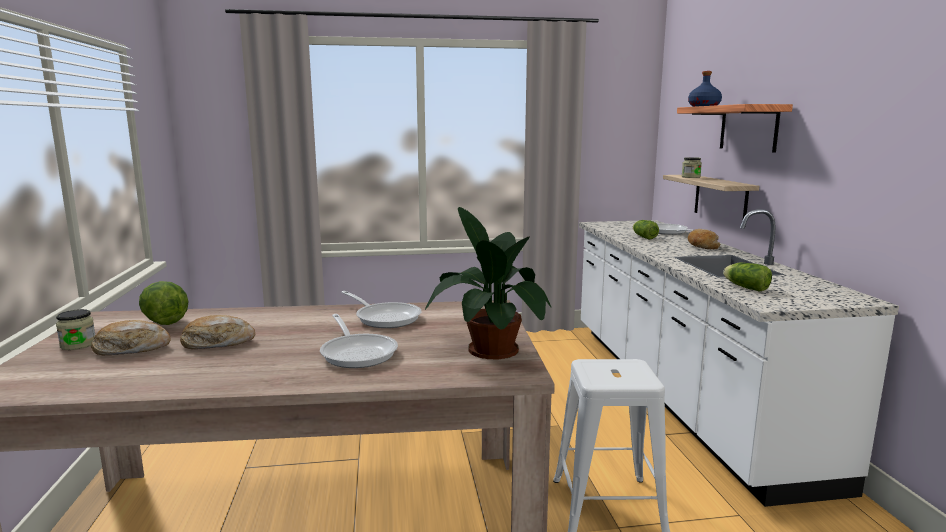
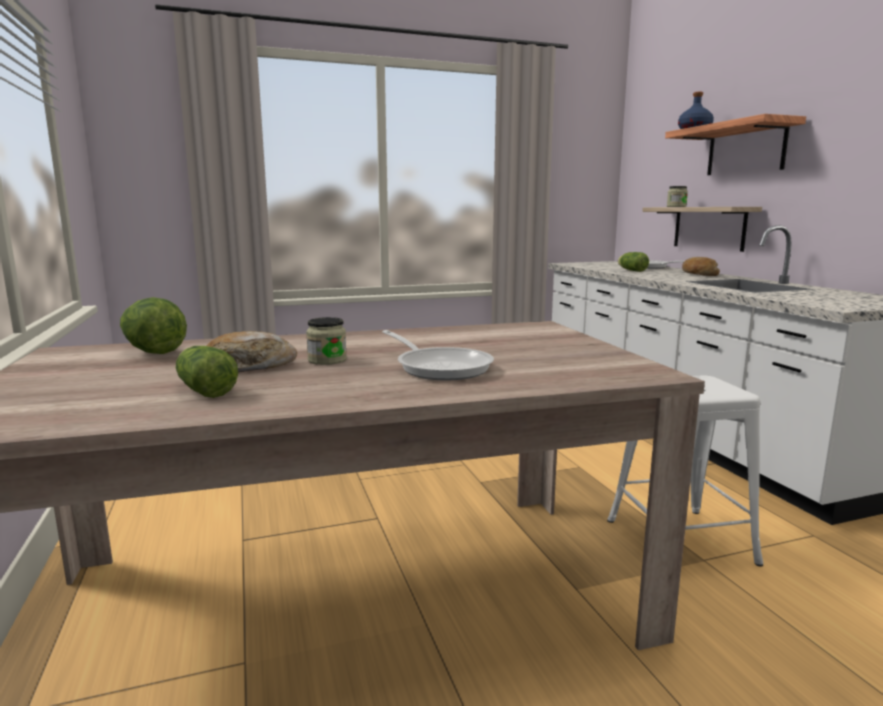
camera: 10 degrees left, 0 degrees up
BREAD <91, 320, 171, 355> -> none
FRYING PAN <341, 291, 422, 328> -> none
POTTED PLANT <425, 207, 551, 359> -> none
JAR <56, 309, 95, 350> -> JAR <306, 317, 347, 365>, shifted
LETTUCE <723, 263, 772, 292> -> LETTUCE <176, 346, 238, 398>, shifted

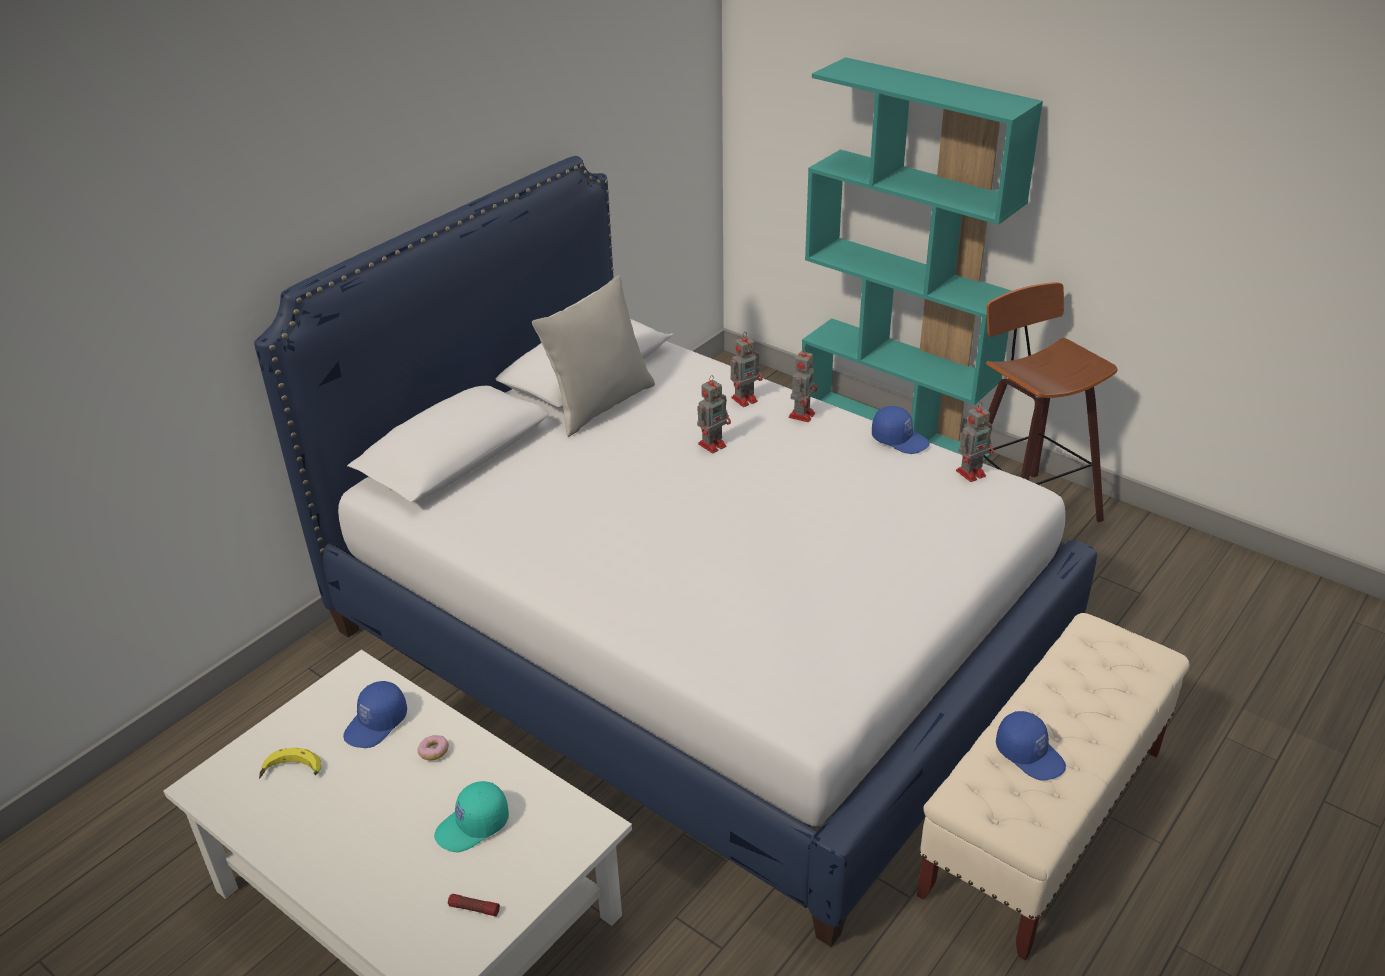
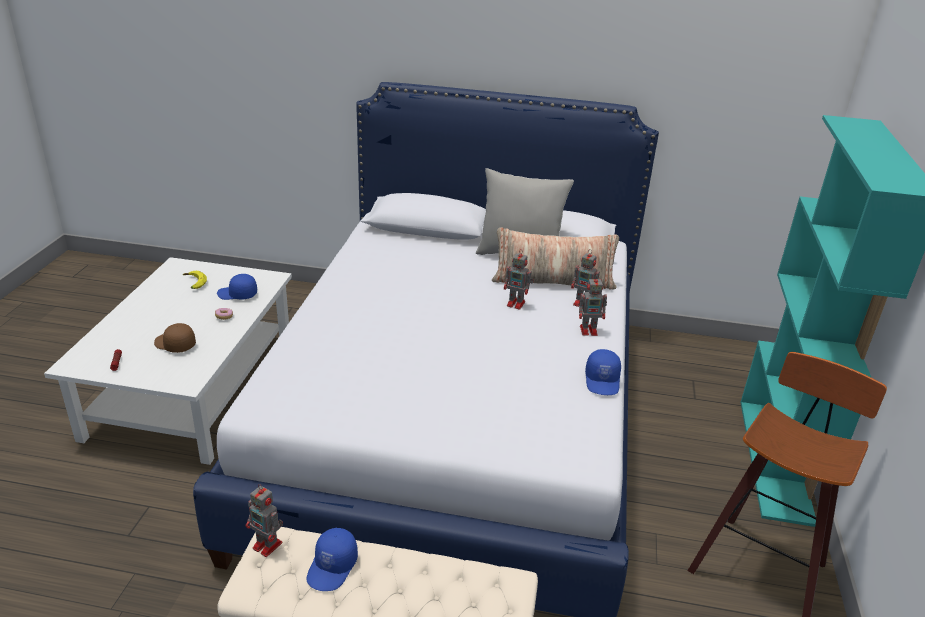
camera: 60 degrees right, 5 degrees down
none -> PILLOW <492, 227, 619, 290>
TOY ROBOT <956, 402, 994, 482> -> TOY ROBOT <246, 484, 283, 557>, shifted
TURQUOISE CAP <434, 781, 509, 852> -> BROWN CAP <154, 323, 196, 353>

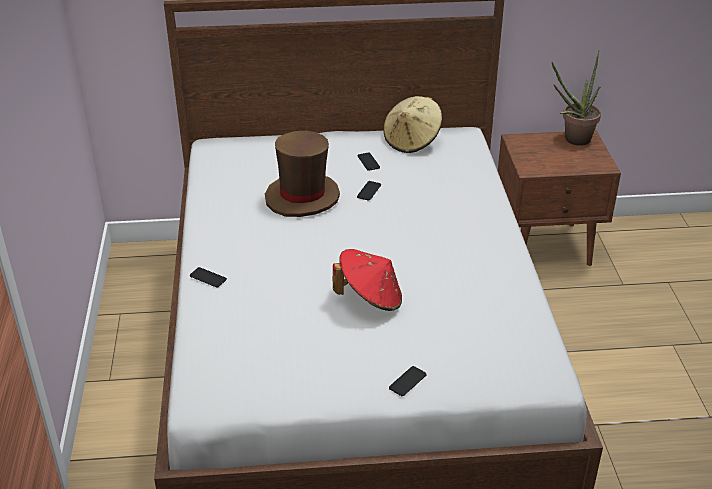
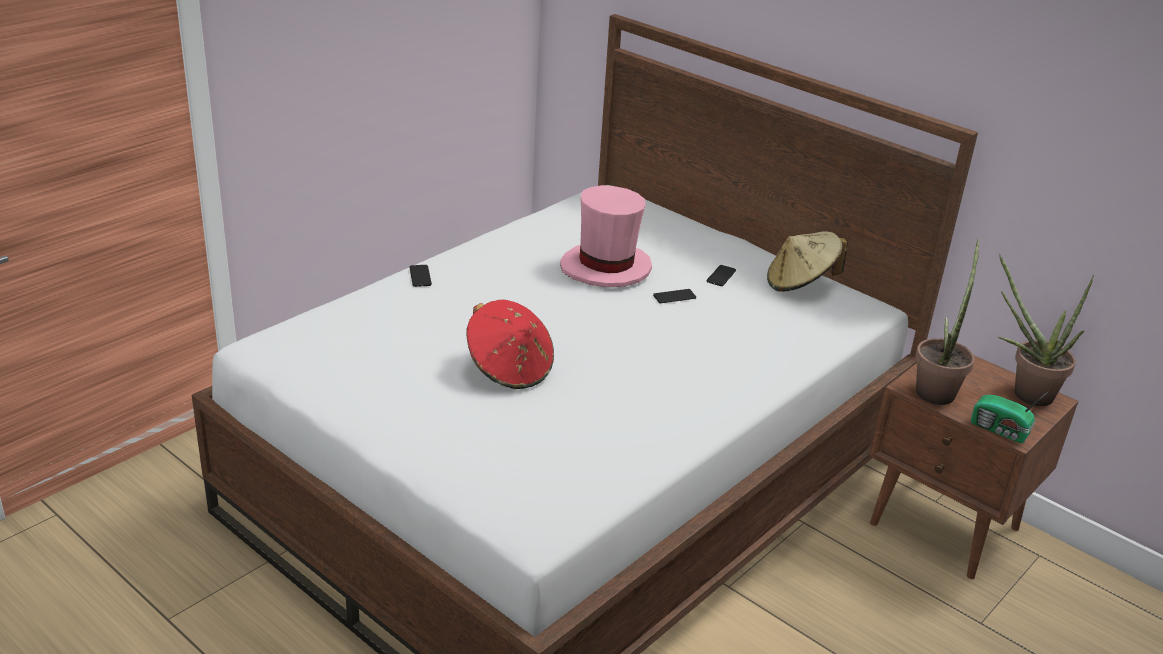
camera: 45 degrees right, 5 degrees down
PHONE <389, 366, 427, 396> -> none
none -> POTTED PLANT <915, 239, 979, 405>
none -> RADIO <971, 391, 1049, 443>
BROWN HAT <265, 131, 340, 217> -> PINK HAT <560, 185, 652, 287>

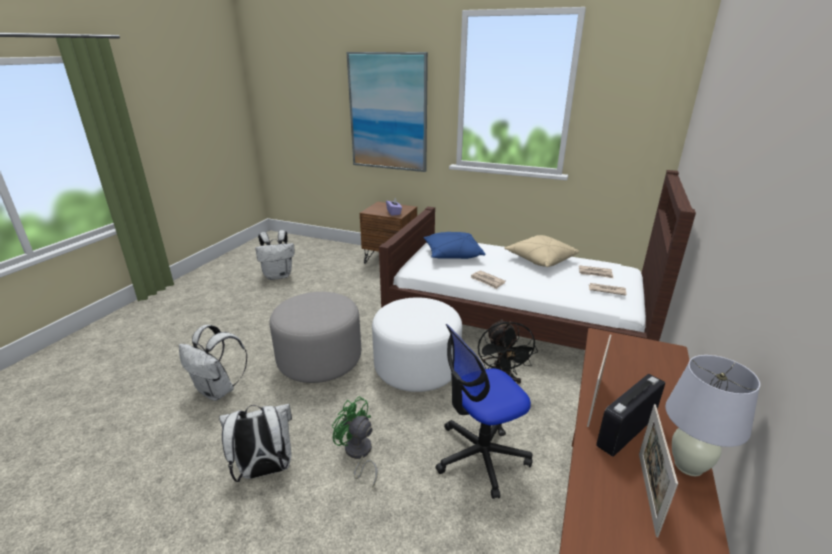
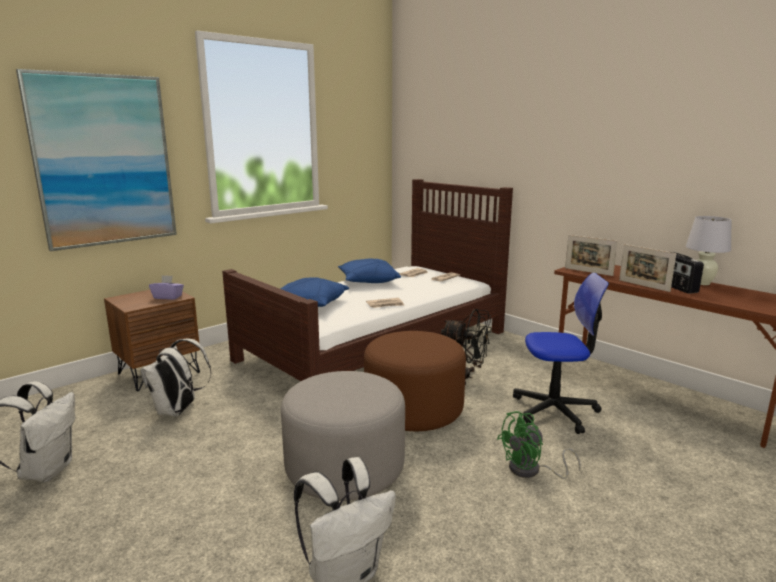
camera: 65 degrees left, 10 degrees down
WHITE BACKPACK <219, 404, 292, 482> -> WHITE BACKPACK <141, 338, 211, 416>, shifted
PICTURE FRAME <639, 404, 678, 537> -> PICTURE FRAME <565, 235, 618, 276>, shifted
WHITE OTTOMAN <372, 298, 462, 392> -> BROWN OTTOMAN <364, 331, 466, 431>
BEIGE PILLOW <504, 235, 579, 267> -> BLUE PILLOW <338, 259, 401, 283>
OFFICE CHAIR <435, 324, 533, 499> -> OFFICE CHAIR <513, 273, 609, 434>, 90 degrees counterclockwise

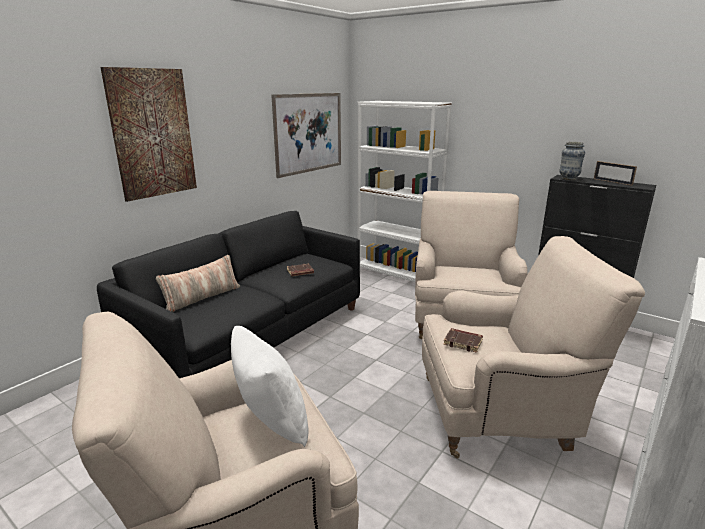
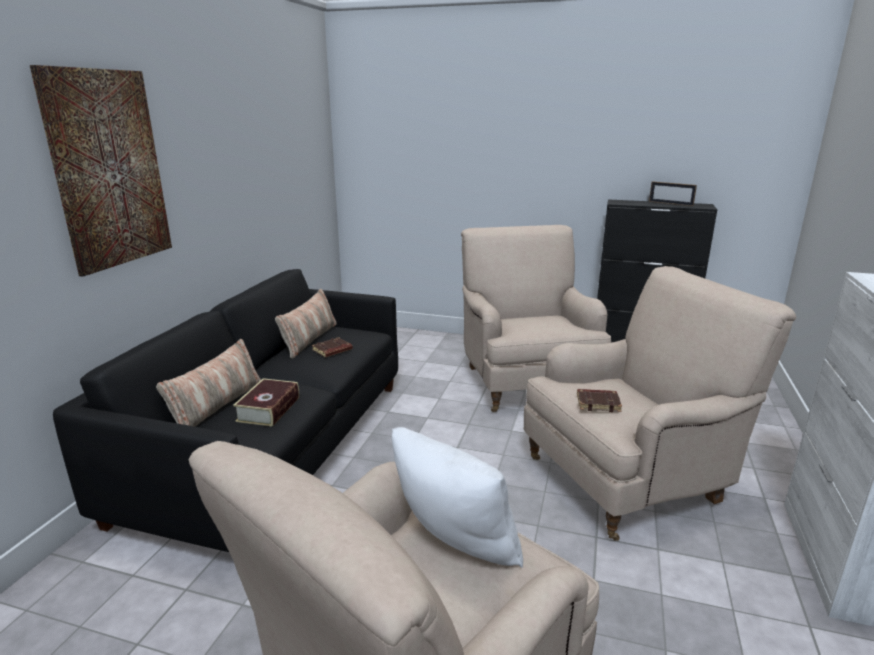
camera: 20 degrees left, 0 degrees up
PICTURE <271, 93, 341, 178> -> none
WHITE BOOKCASE <357, 101, 452, 282> -> none
VASE <559, 142, 585, 180> -> none
none -> BOOK <233, 378, 299, 427>
none -> PILLOW <275, 289, 337, 359>

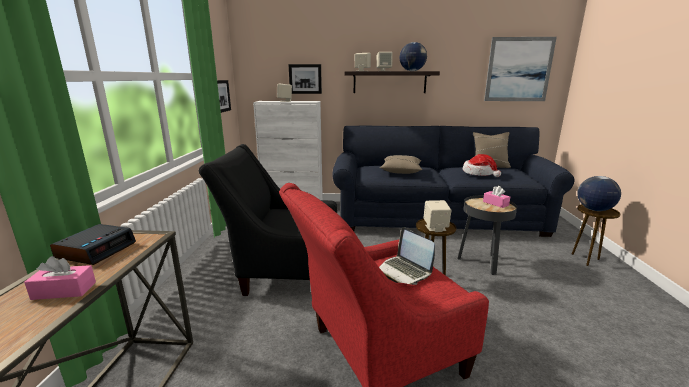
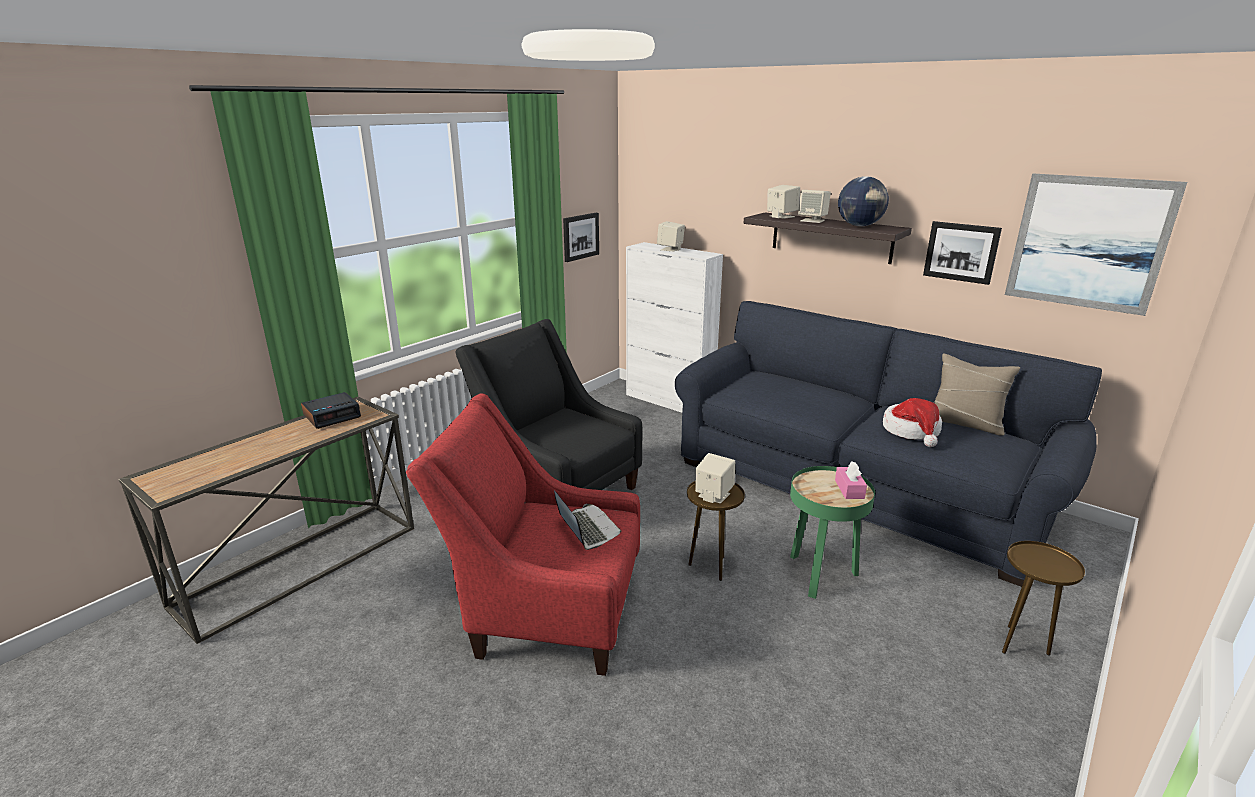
camera: 35 degrees right, 5 degrees up
PINK TISSUE BOX <24, 256, 96, 300> -> none
BEIGE PILLOW <380, 155, 422, 174> -> none
GLOBE <577, 176, 621, 211> -> none
PICTURE <289, 64, 322, 94> -> PICTURE <923, 221, 1002, 285>, shifted
BLACK SIDE TABLE <457, 195, 517, 275> -> GREEN SIDE TABLE <790, 466, 875, 599>
LAPTOP <379, 227, 435, 285> -> LAPTOP <554, 490, 621, 550>, 150 degrees clockwise

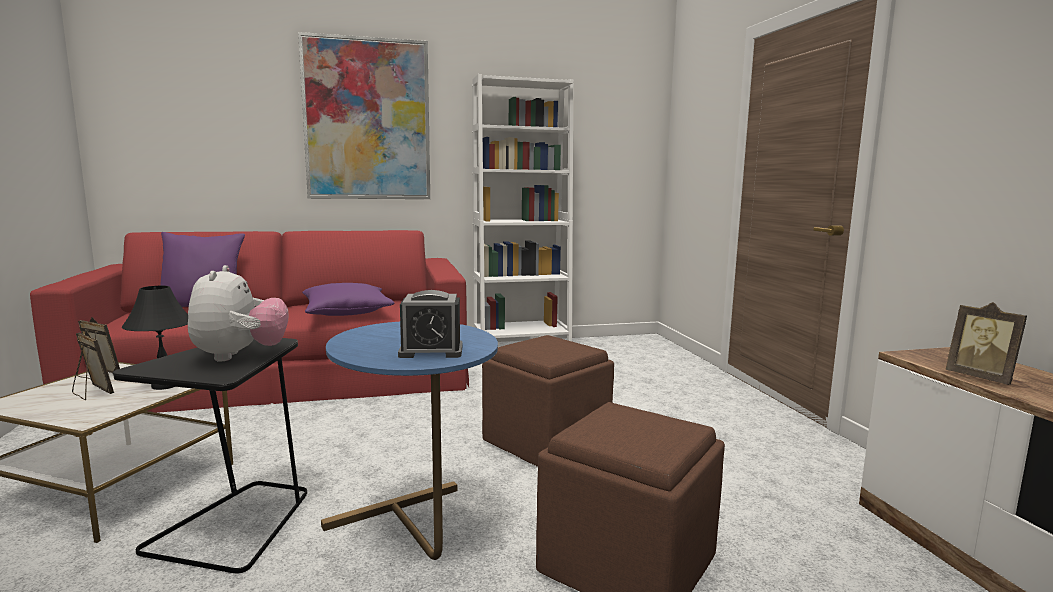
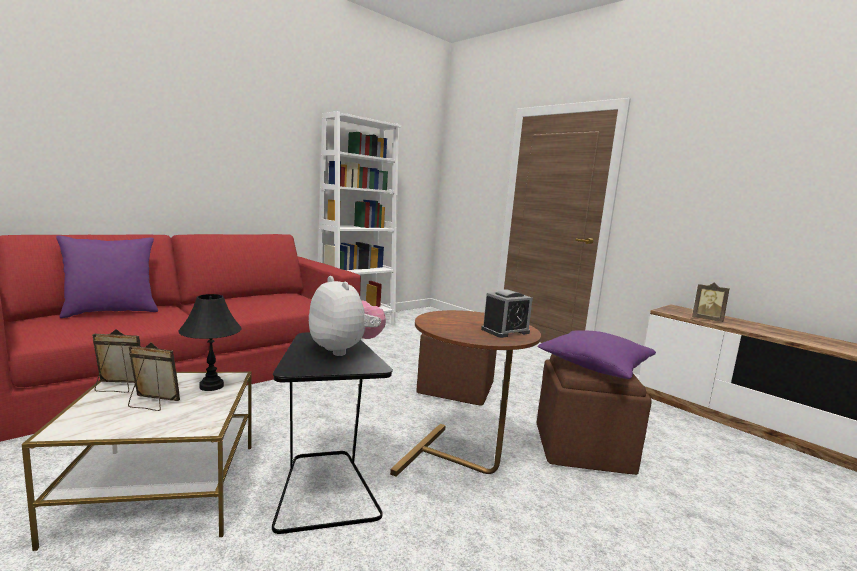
camera: 30 degrees left, 0 degrees up
PICTURE <298, 32, 430, 199> -> none
PURPLE PILLOW <302, 283, 394, 316> -> PURPLE PILLOW <537, 330, 656, 379>, shifted
BLUE SIDE TABLE <321, 322, 498, 560> -> BROWN SIDE TABLE <390, 310, 541, 476>

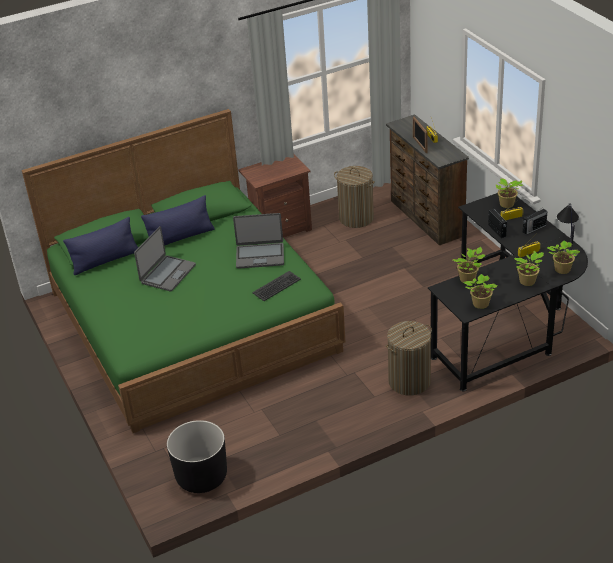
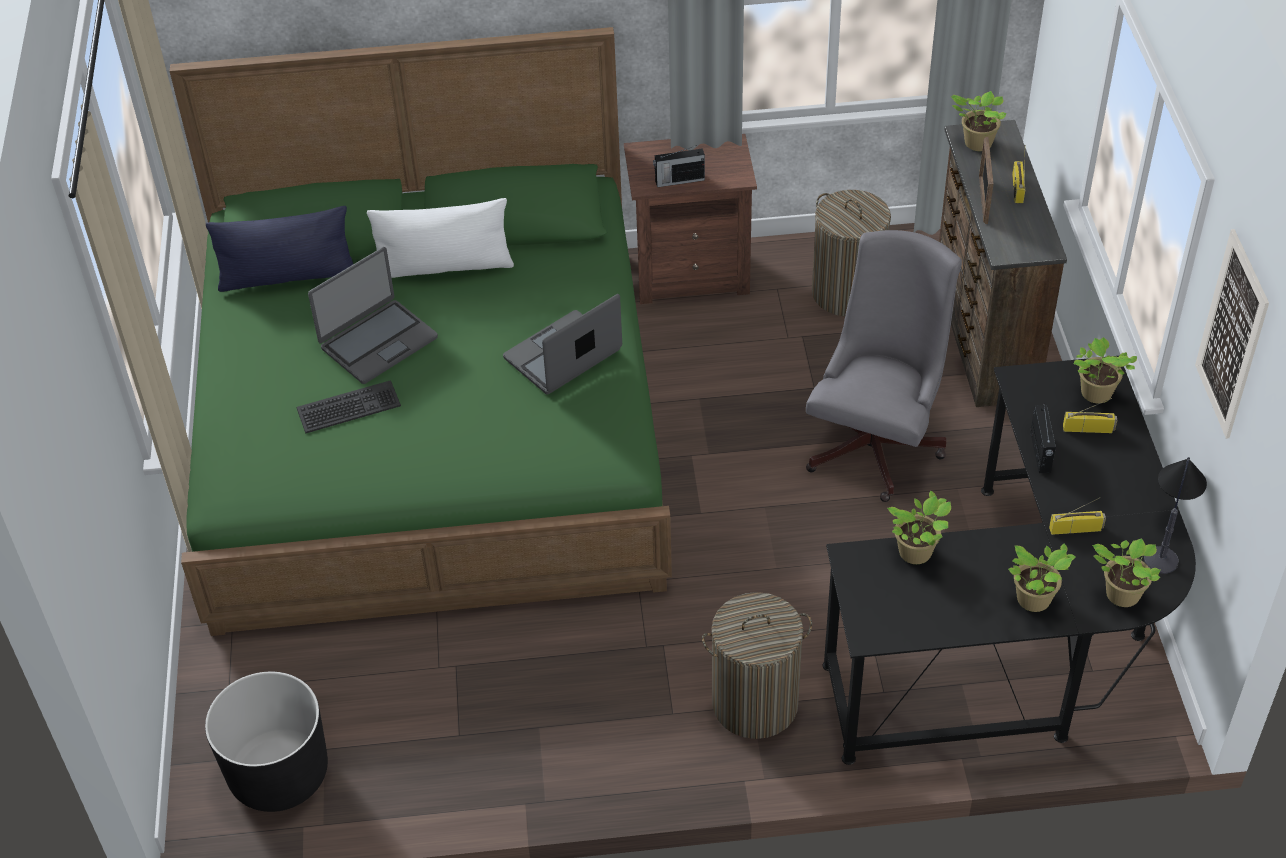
camera: 20 degrees right, 10 degrees up
none -> GREY OFFICE CHAIR <806, 230, 962, 502>
none -> PICTURE <1195, 229, 1269, 439>
KEYBOARD <252, 271, 301, 301> -> KEYBOARD <297, 380, 401, 433>, shifted
POTTED PLANT <463, 274, 497, 309> -> POTTED PLANT <951, 91, 1007, 151>, shifted
RADIO <523, 207, 548, 235> -> RADIO <653, 145, 705, 187>, shifted
BLUE PILLOW <141, 195, 215, 246> -> WHITE PILLOW <367, 198, 514, 278>
LAPTOP <233, 213, 284, 269> -> LAPTOP <503, 294, 622, 394>, 120 degrees clockwise

